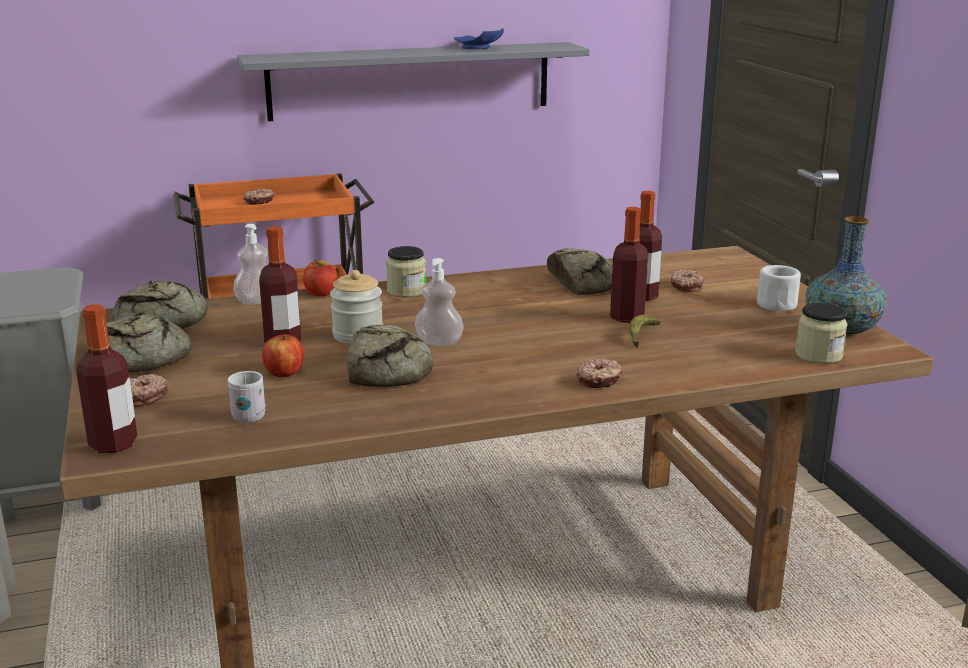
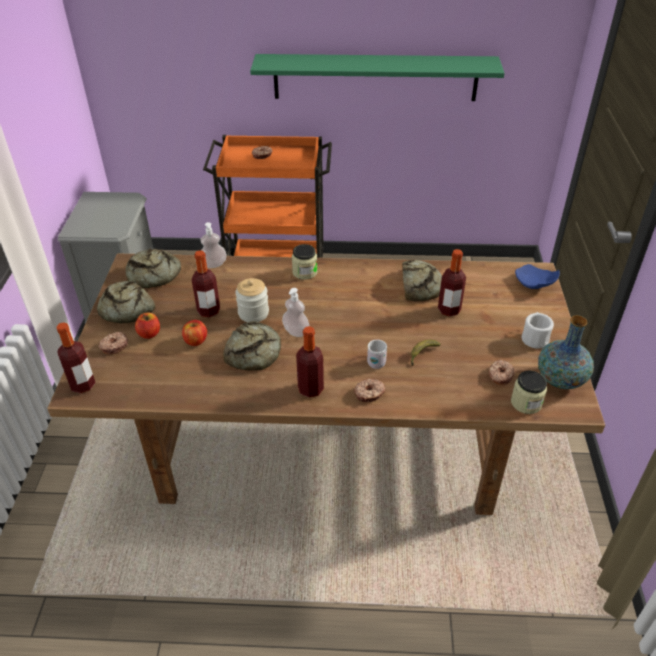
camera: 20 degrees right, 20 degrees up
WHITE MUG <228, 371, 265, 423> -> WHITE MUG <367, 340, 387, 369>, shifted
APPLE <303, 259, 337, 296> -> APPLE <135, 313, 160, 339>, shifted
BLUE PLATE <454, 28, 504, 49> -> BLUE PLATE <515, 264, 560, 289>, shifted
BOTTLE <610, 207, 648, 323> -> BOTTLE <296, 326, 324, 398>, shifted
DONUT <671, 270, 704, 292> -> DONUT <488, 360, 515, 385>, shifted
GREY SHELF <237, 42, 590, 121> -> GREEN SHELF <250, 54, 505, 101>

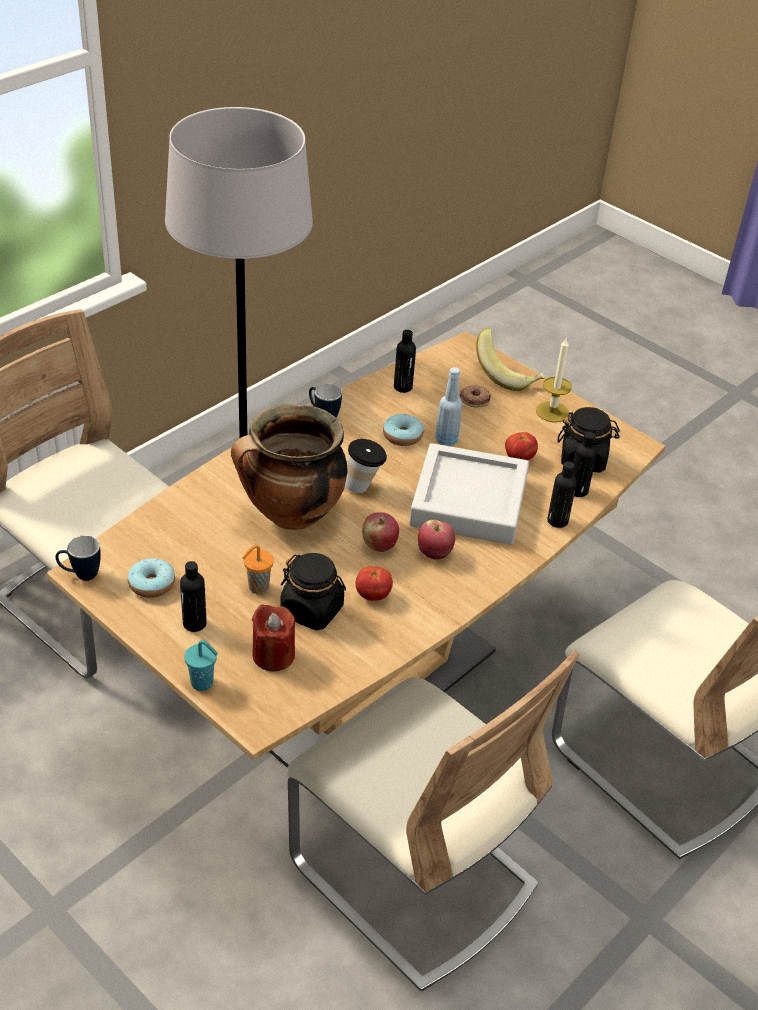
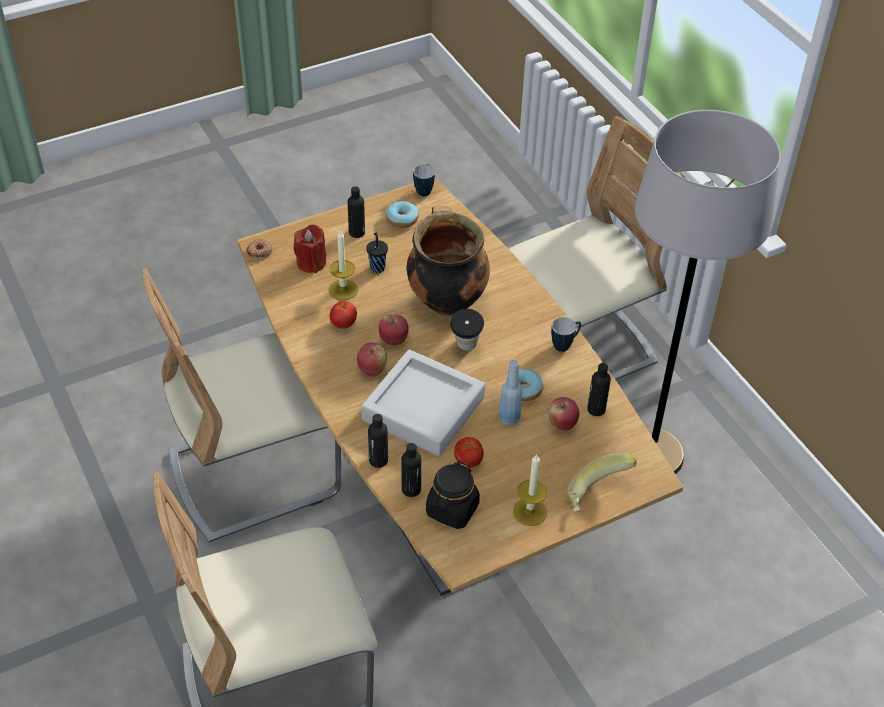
camera: 110 degrees right, 5 degrees up
TURQUOISE CUP <184, 640, 218, 691> -> none
none -> APPLE <548, 397, 580, 431>
DONUT <460, 385, 491, 407> -> DONUT <247, 239, 272, 260>, shifted
BLACK JAR <280, 553, 346, 630> -> CANDLE <328, 230, 358, 300>
ORANGE CUP <242, 545, 274, 594> -> BLACK CUP <366, 233, 388, 273>

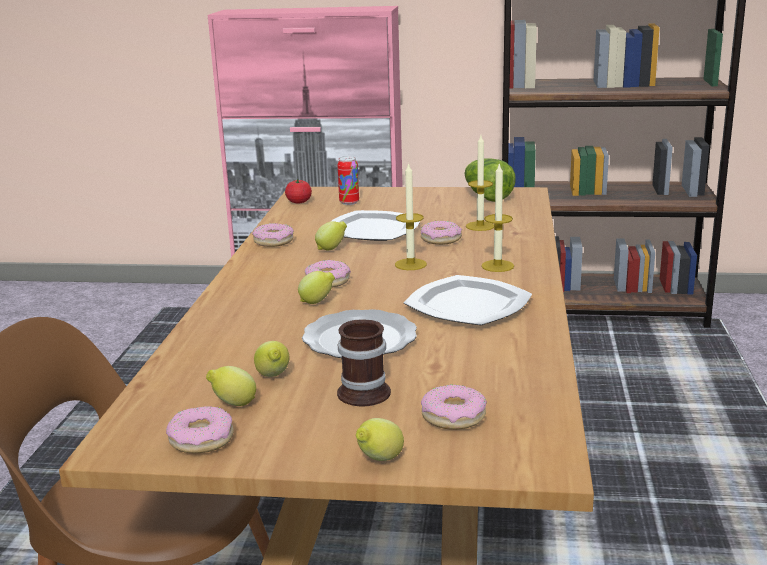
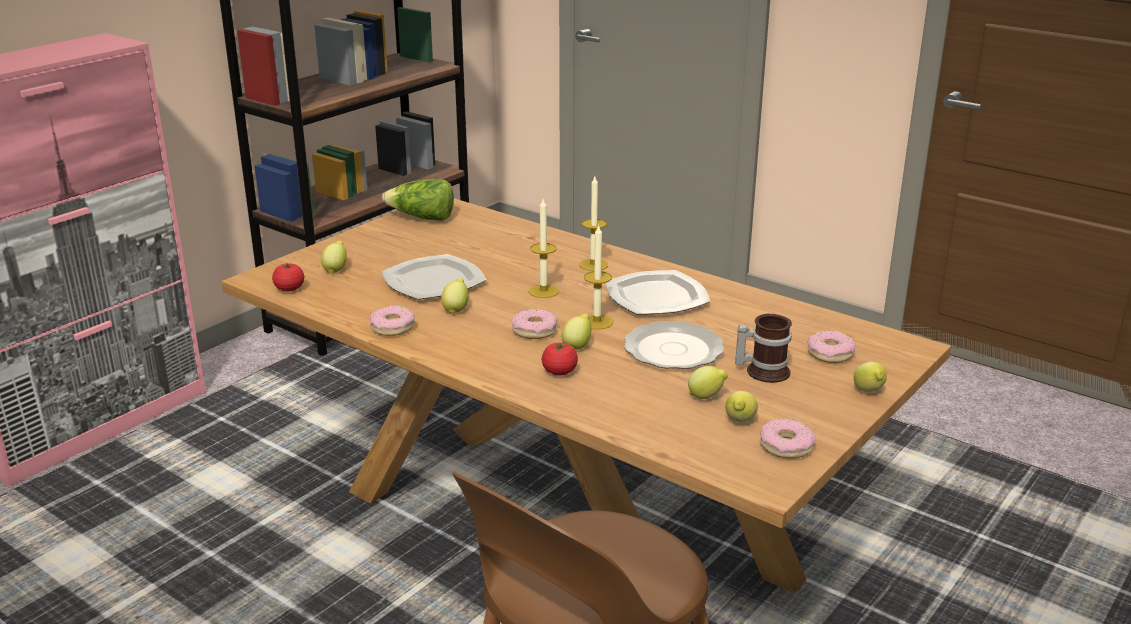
camera: 60 degrees left, 5 degrees up
DONUT <420, 221, 462, 245> -> none
none -> TOMATO <542, 342, 578, 376>
CANDLE <466, 135, 494, 231> -> CANDLE <584, 224, 613, 330>, shifted
CAN <337, 156, 359, 205> -> LEMON <321, 241, 347, 274>

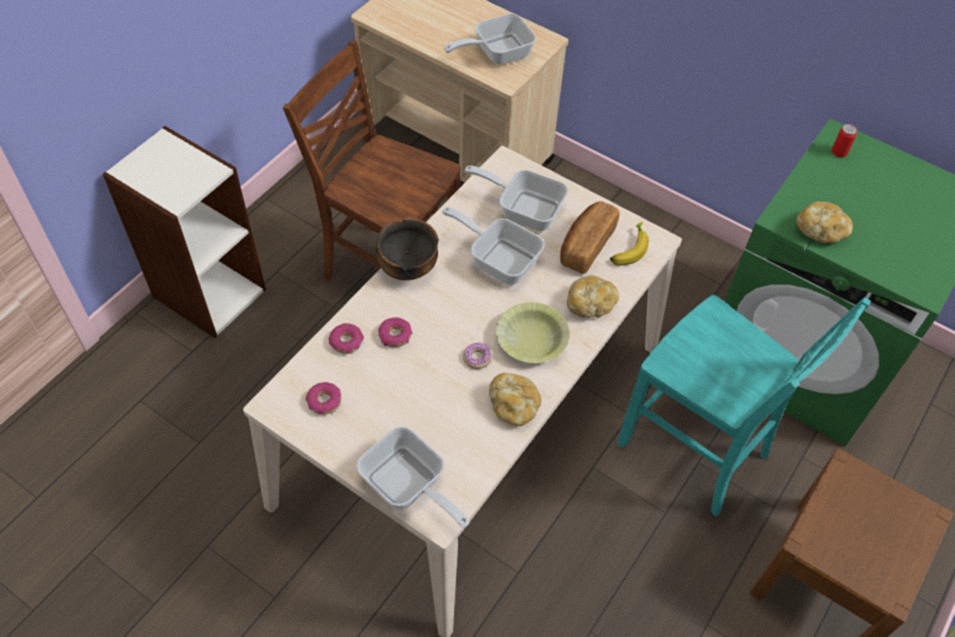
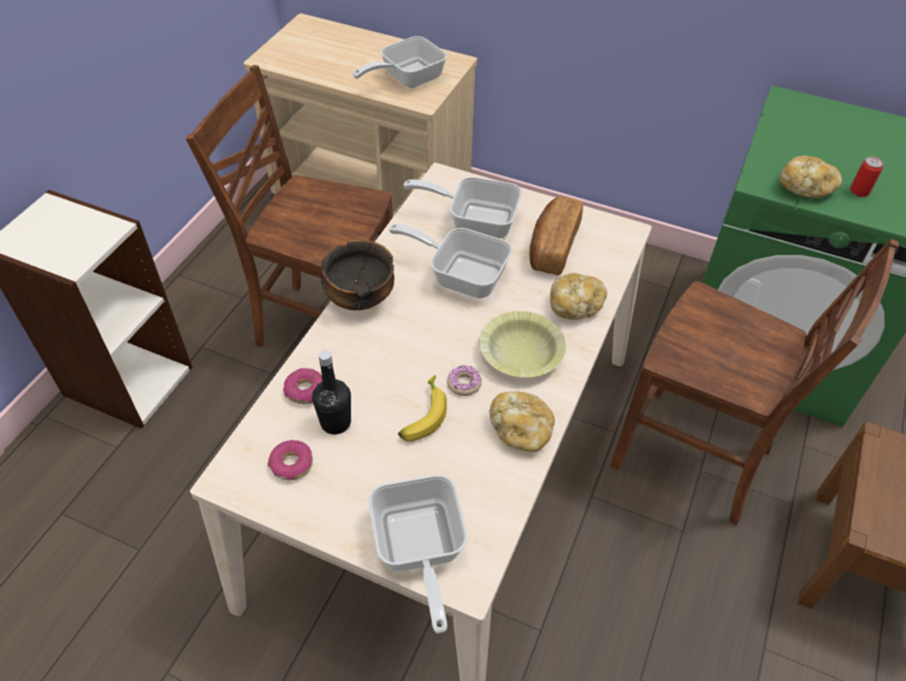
camera: 10 degrees left, 5 degrees down
DONUT <378, 318, 412, 347> -> none
none -> BLACK BOTTLE <312, 350, 351, 434>
BANANA <610, 221, 649, 266> -> BANANA <398, 375, 447, 442>, shifted
CAN <831, 124, 857, 157> -> CAN <850, 156, 883, 197>, shifted
TURQUOISE CHAIR <617, 295, 871, 517> -> BROWN CHAIR <611, 239, 899, 525>
FRYING PAN <356, 426, 470, 528> -> FRYING PAN <369, 475, 467, 634>, 45 degrees clockwise

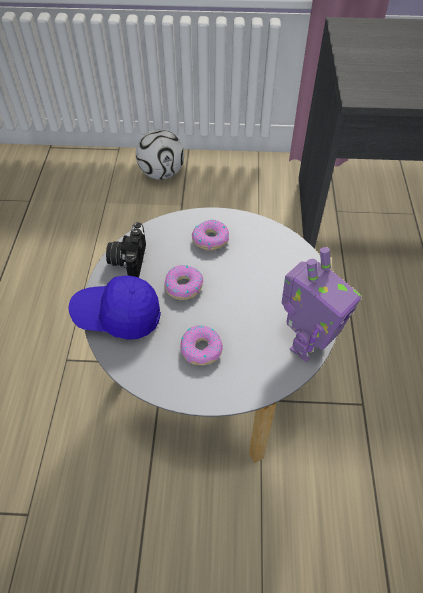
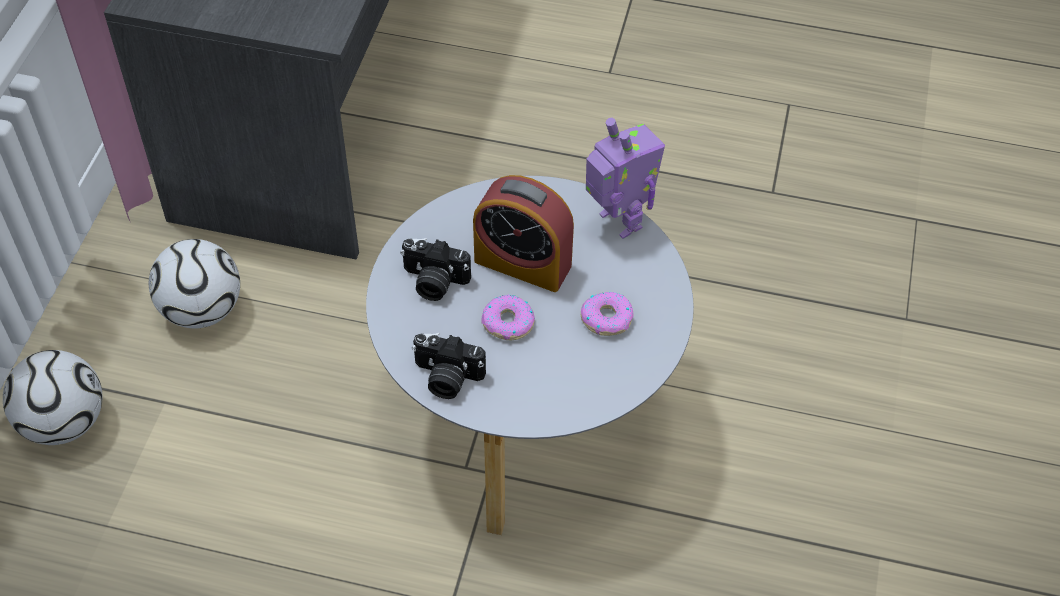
camera: 80 degrees left, 0 degrees up
BLUE CAP <68, 275, 161, 340> -> none
none -> FOOTBALL <149, 239, 240, 329>
none -> ALARM CLOCK <473, 175, 574, 292>
DONUT <192, 220, 229, 250> -> PHOTO CAMERA <400, 238, 471, 301>

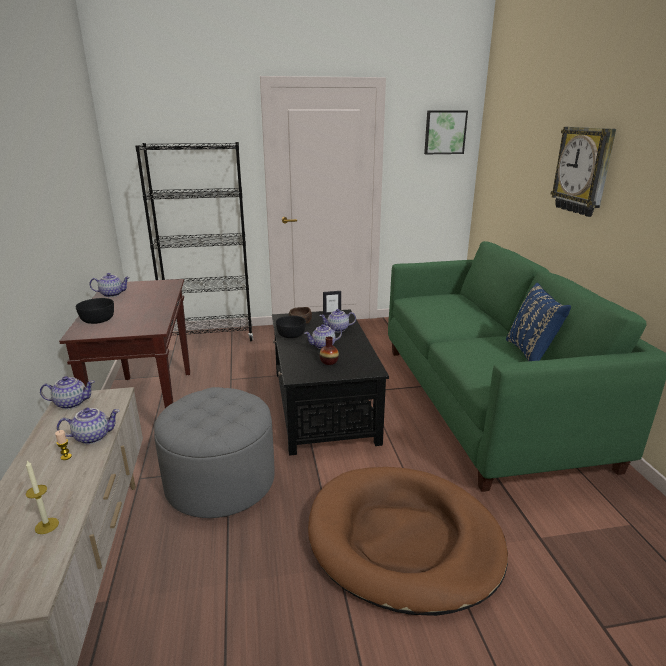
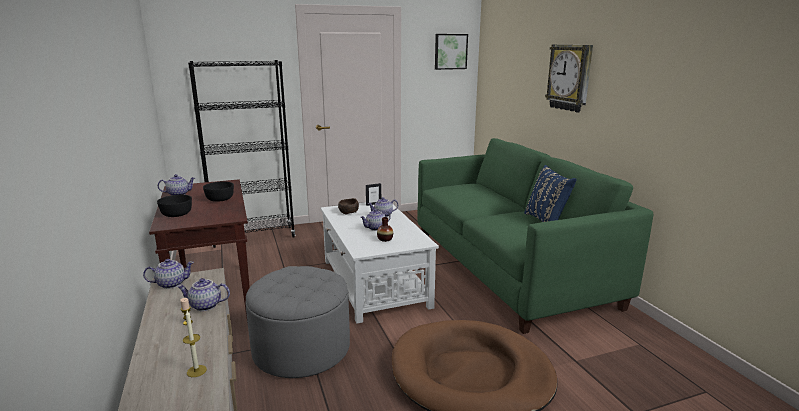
camera: 10 degrees left, 5 degrees down
BLACK BOWL <276, 316, 306, 338> -> BLACK BOWL <203, 182, 234, 202>, shifted
BLACK COFFEE TABLE <272, 309, 389, 456> -> WHITE COFFEE TABLE <321, 202, 439, 324>
TEAPOT <57, 408, 120, 444> -> TEAPOT <177, 278, 230, 311>, 150 degrees counterclockwise

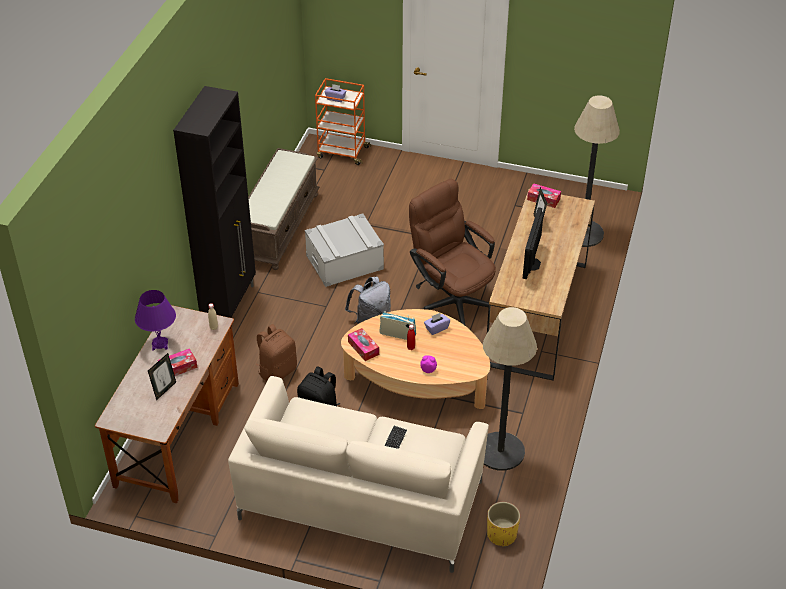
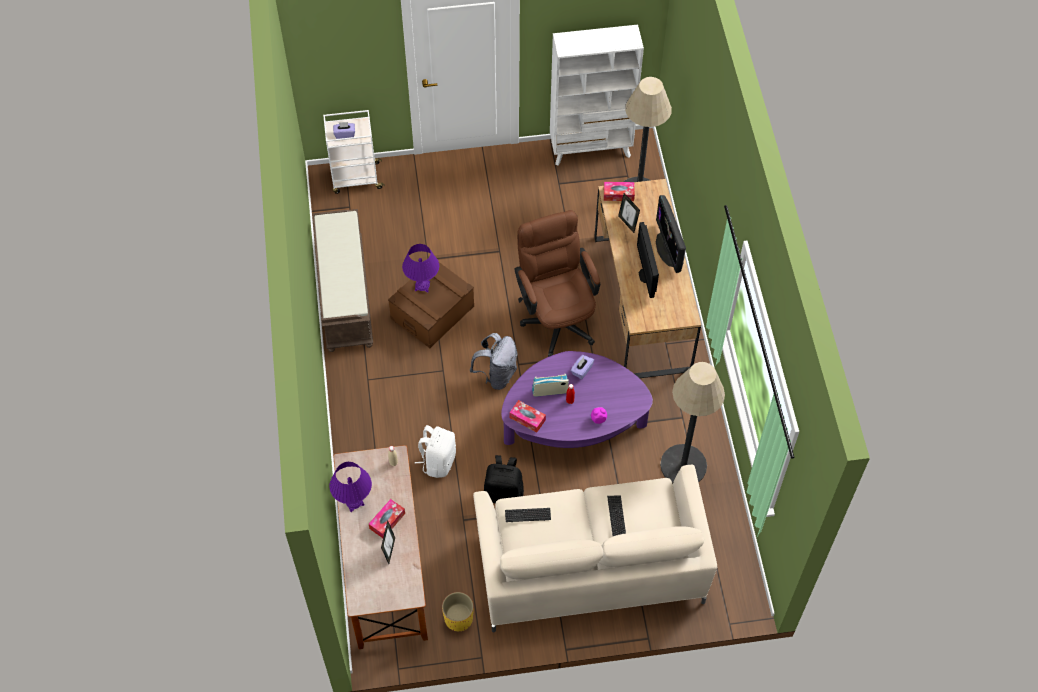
camera: 25 degrees left, 15 degrees up
BLACK CABINET <173, 86, 256, 318> -> none
none -> PURPLE TABLE LAMP <402, 244, 439, 292>
none -> KEYBOARD <505, 508, 551, 522>
none -> WHITE BOOKCASE <550, 25, 644, 166>
none -> MONITOR <656, 195, 686, 273>
YELLOW PLANTER <487, 502, 520, 547> -> YELLOW PLANTER <442, 592, 474, 631>, shifted
BROWN BACKPACK <256, 324, 297, 381> -> WHITE BACKPACK <415, 425, 456, 478>
GREY STORAGE BOX <305, 214, 384, 287> -> BROWN STORAGE BOX <388, 262, 474, 348>
ORANGE CART <315, 78, 371, 165> -> WHITE CART <323, 110, 385, 194>
BEIGE COFFEE TABLE <341, 309, 490, 409> -> PURPLE COFFEE TABLE <501, 351, 653, 448>
BROWN OFFICE CHAIR <409, 179, 496, 325> -> BROWN OFFICE CHAIR <514, 210, 600, 357>, 45 degrees clockwise

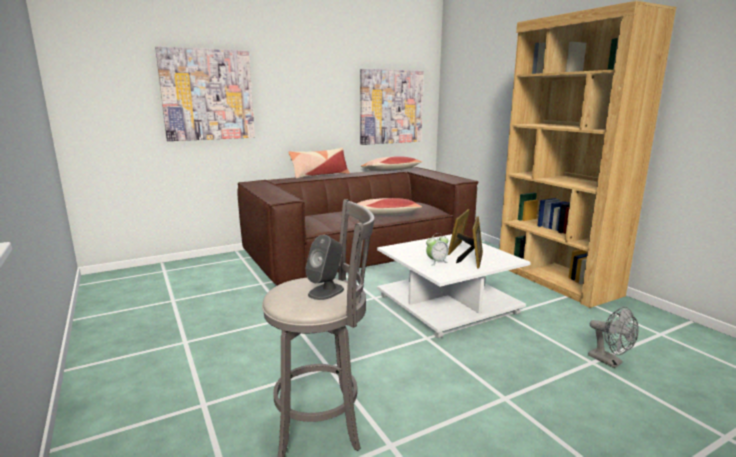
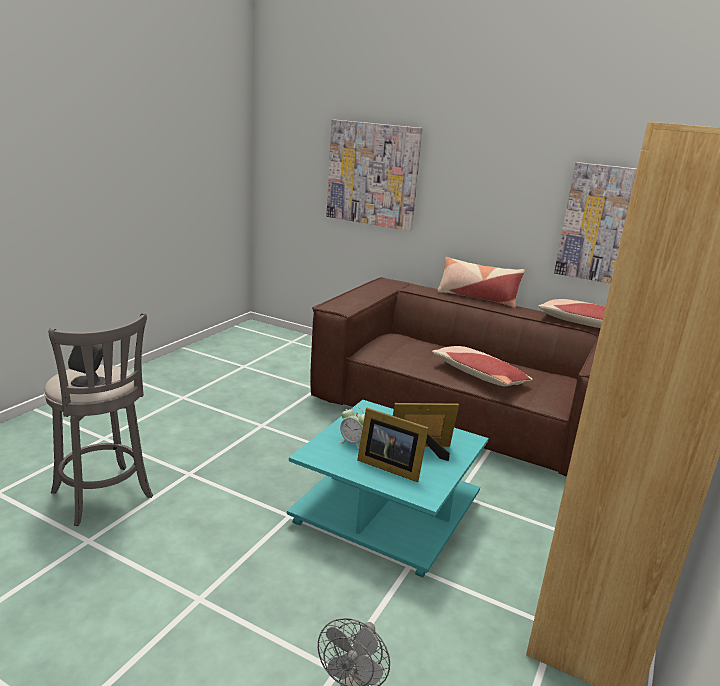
camera: 55 degrees right, 5 degrees up
WHITE COFFEE TABLE <377, 234, 531, 338> -> TURQUOISE COFFEE TABLE <287, 400, 489, 578>
PICTURE FRAME <456, 216, 483, 269> -> PICTURE FRAME <357, 408, 429, 482>, 45 degrees clockwise

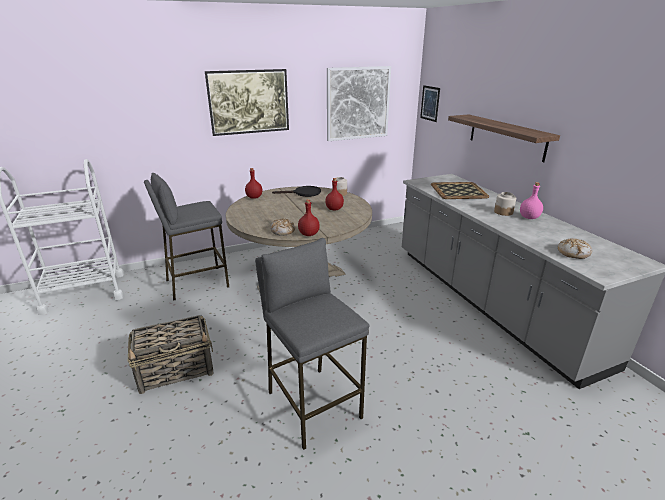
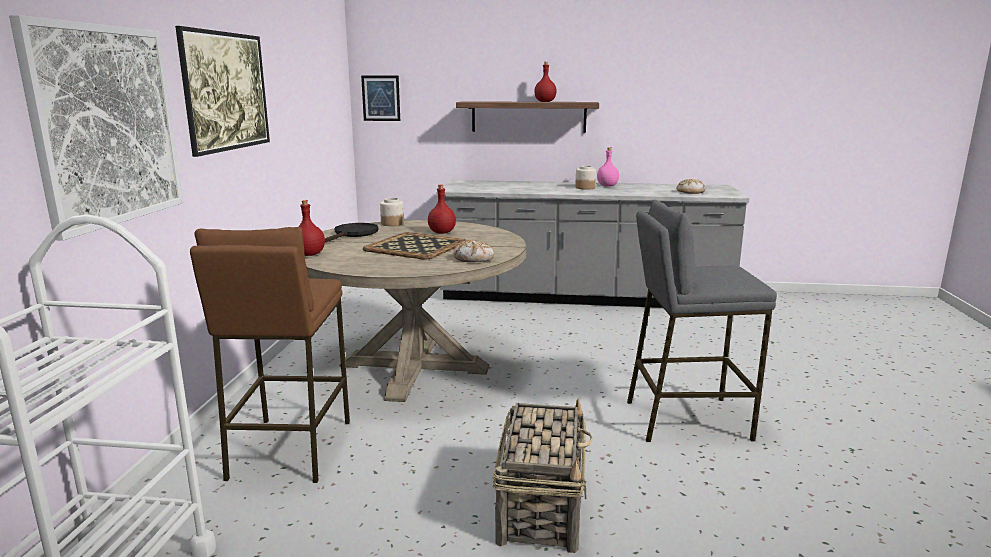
camera: 60 degrees left, 10 degrees down
RED BOTTLE <298, 199, 320, 236> -> RED BOTTLE <534, 62, 557, 102>, shifted
PICTURE <327, 66, 391, 141> -> PICTURE <9, 15, 183, 241>, shifted
TRAY <431, 182, 489, 199> -> TRAY <363, 232, 466, 260>, shifted
GREY STOOL <144, 173, 229, 301> -> BROWN STOOL <190, 227, 350, 483>

